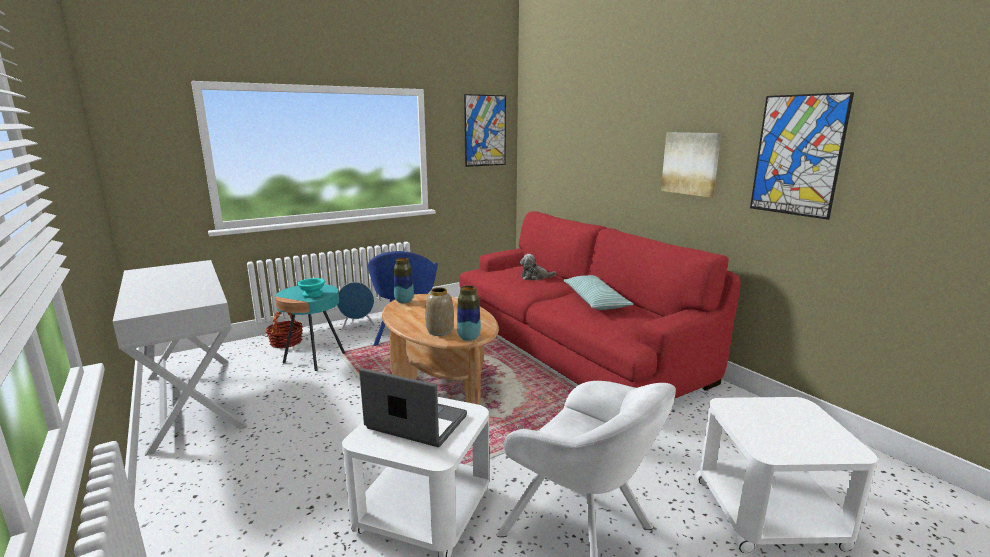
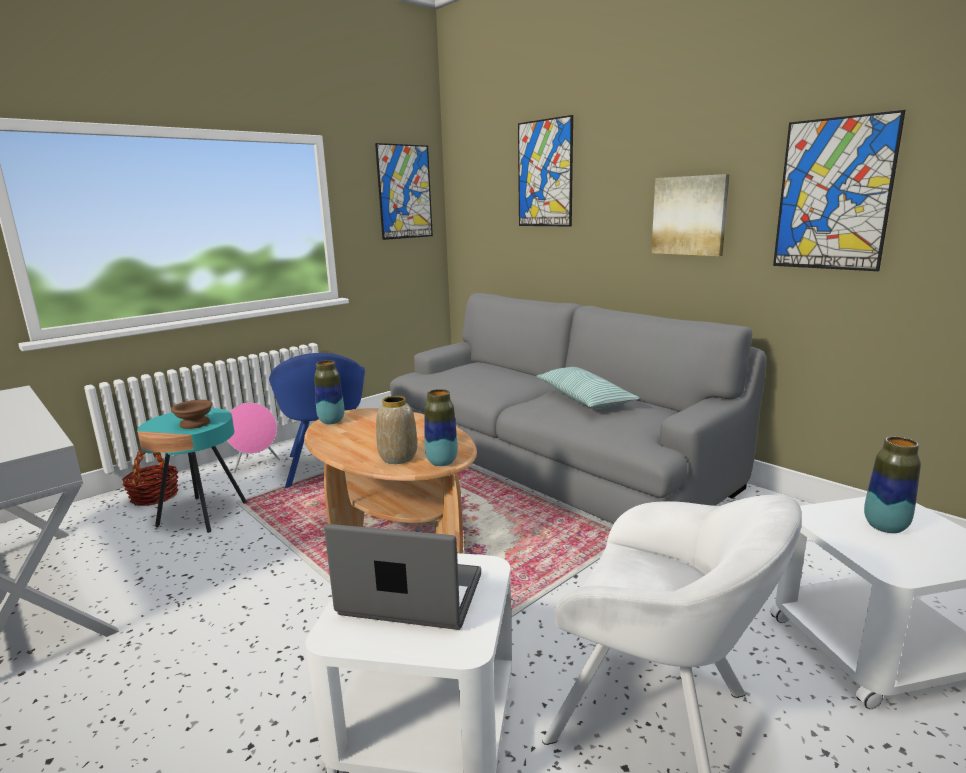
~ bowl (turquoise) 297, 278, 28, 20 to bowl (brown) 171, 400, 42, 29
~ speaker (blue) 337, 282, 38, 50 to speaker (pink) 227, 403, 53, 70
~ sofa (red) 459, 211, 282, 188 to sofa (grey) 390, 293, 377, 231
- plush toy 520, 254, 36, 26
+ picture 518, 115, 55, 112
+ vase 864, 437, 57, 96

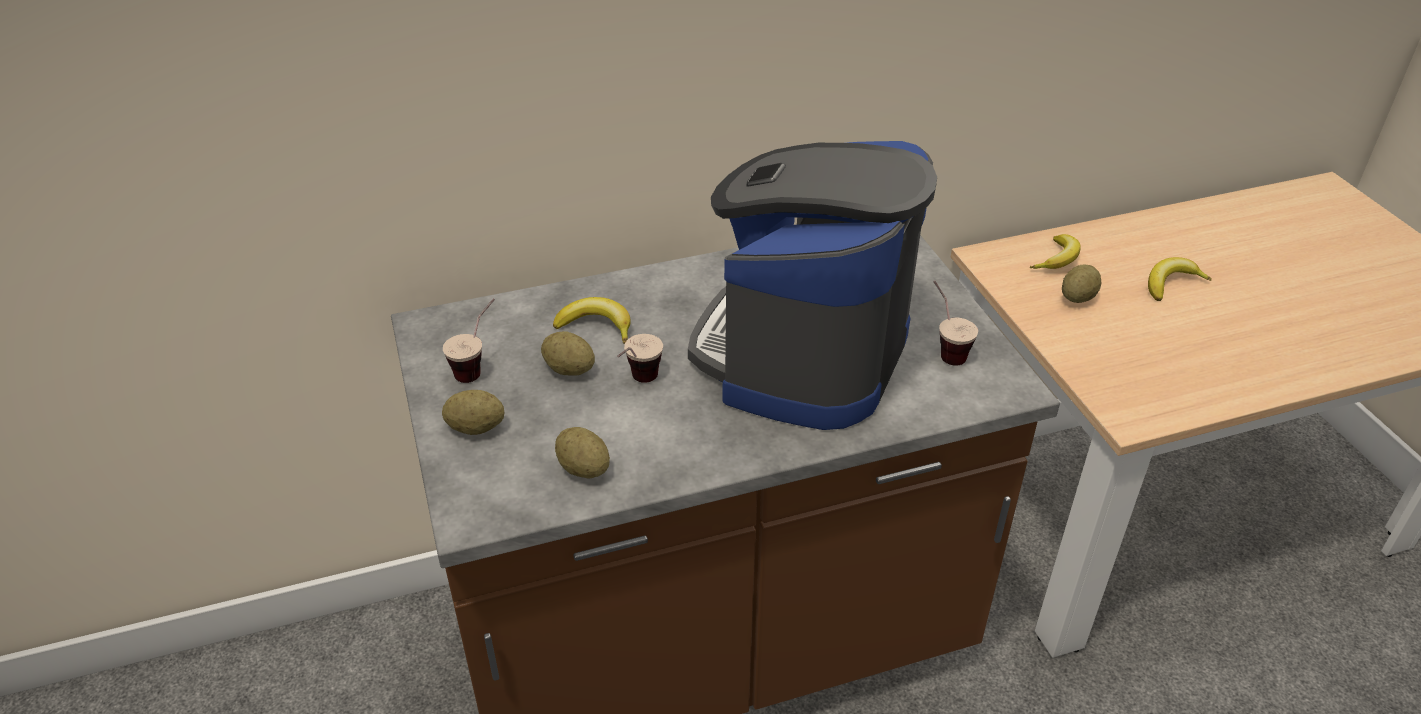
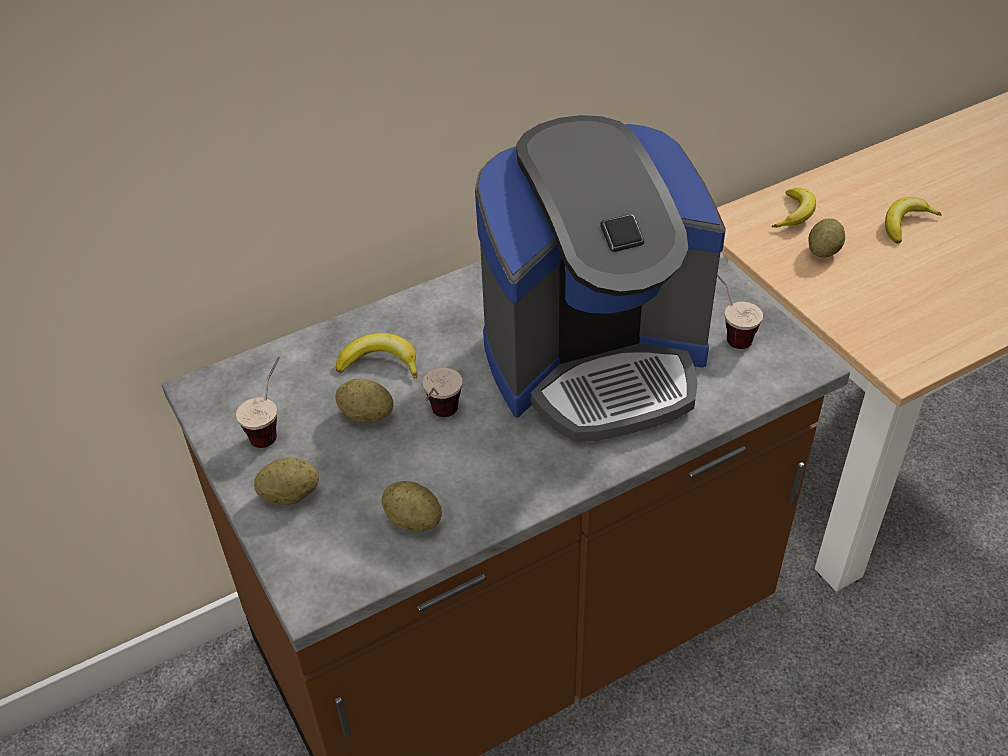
~ coffee machine 688, 141, 249, 289 = 475, 115, 251, 327 120 degrees counterclockwise

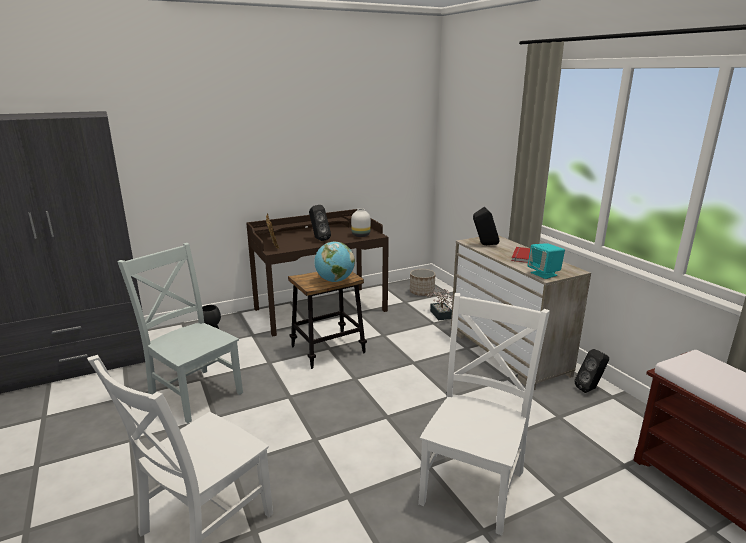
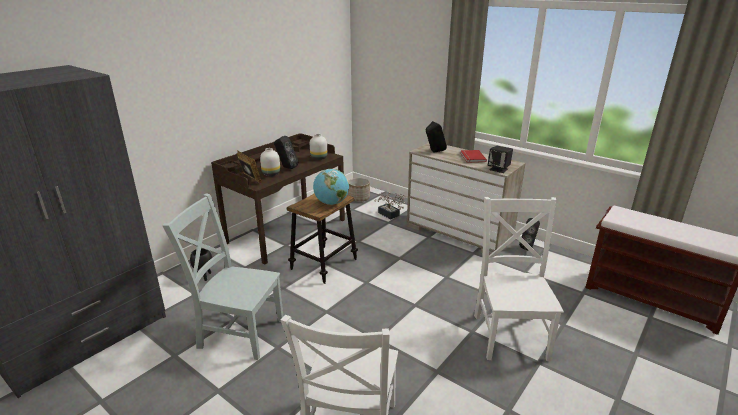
~ speaker (turquoise) 527, 243, 38, 36 to speaker (black) 488, 146, 25, 27
+ vase (white) 260, 148, 20, 28

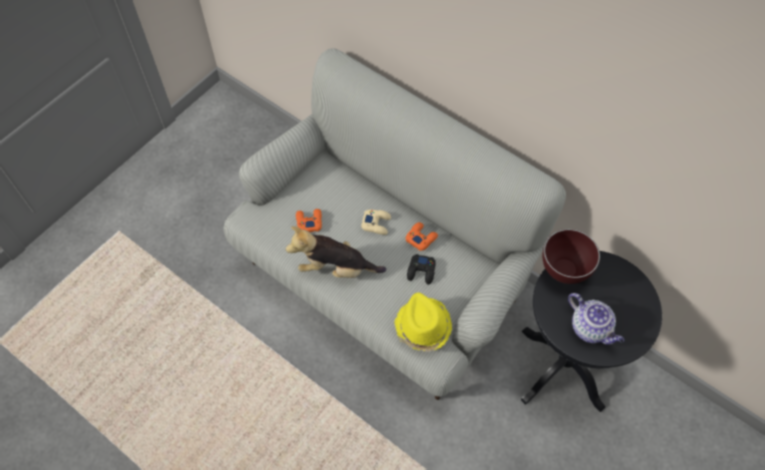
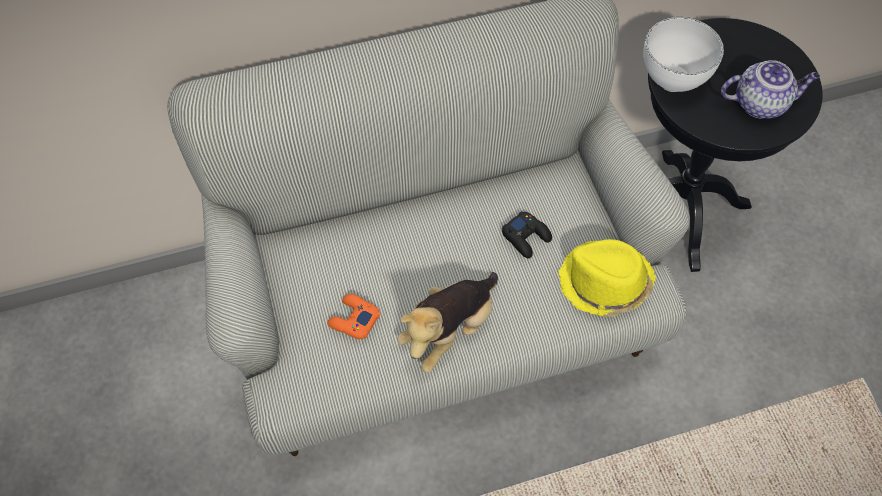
- game controller (beige) 361, 210, 30, 25
- game controller (orange) 406, 222, 32, 29
~ bowl (brown) 542, 229, 58, 55 to bowl (white) 643, 17, 81, 75

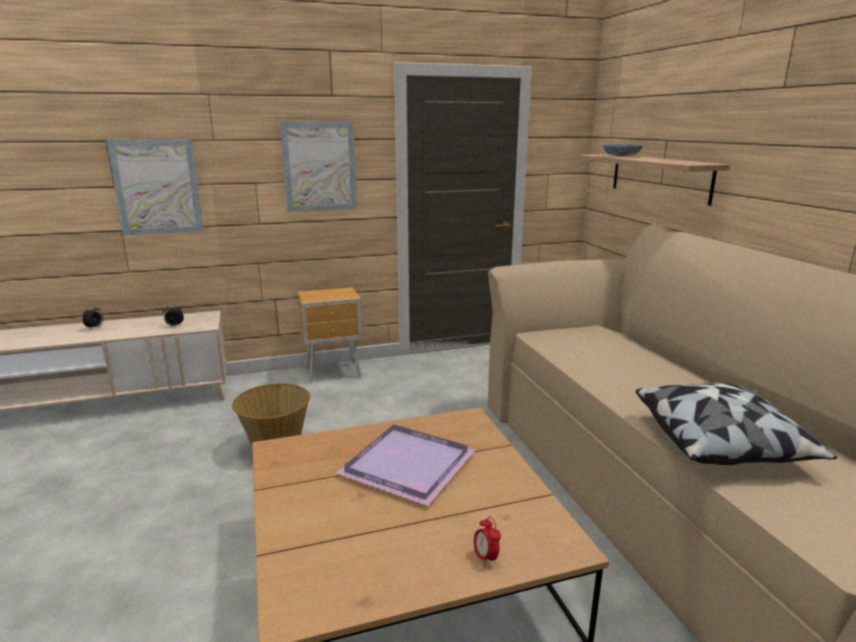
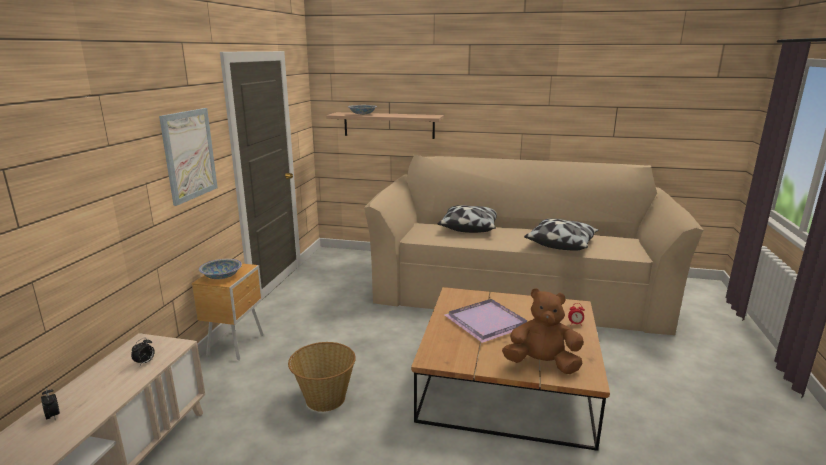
- picture 106, 139, 98, 96
+ bowl 199, 259, 43, 20
+ pillow 438, 205, 59, 28
+ plush toy (brown) 502, 288, 82, 86

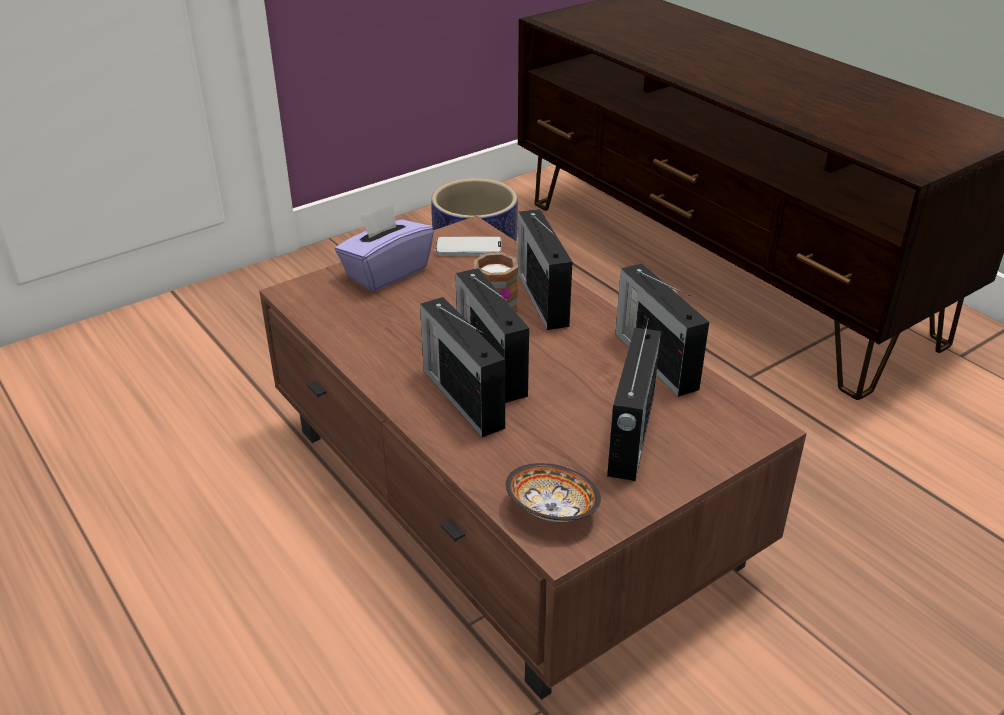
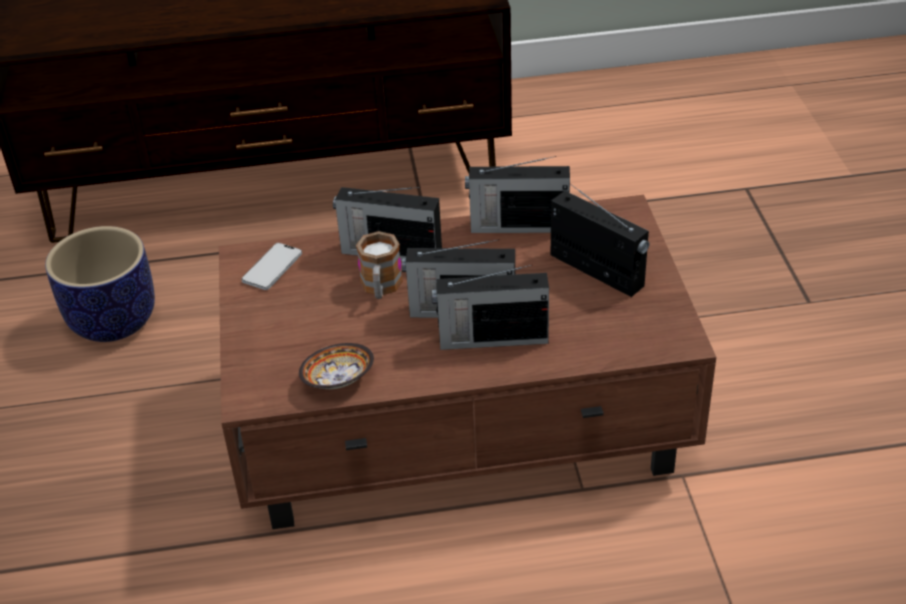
- tissue box (purple) 335, 204, 99, 88
~ bowl 506, 463, 95, 59 to 299, 343, 75, 46

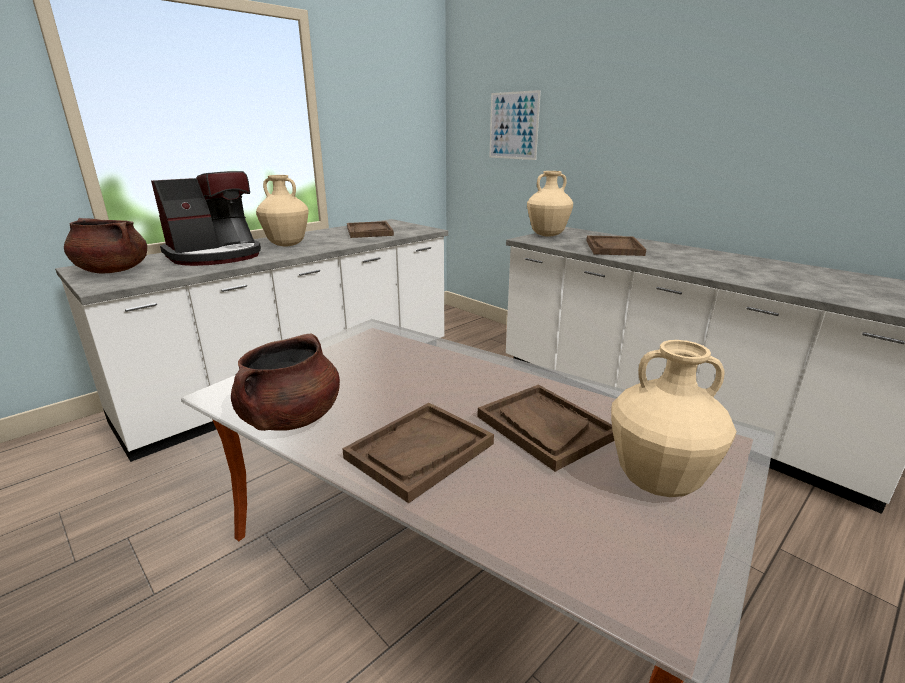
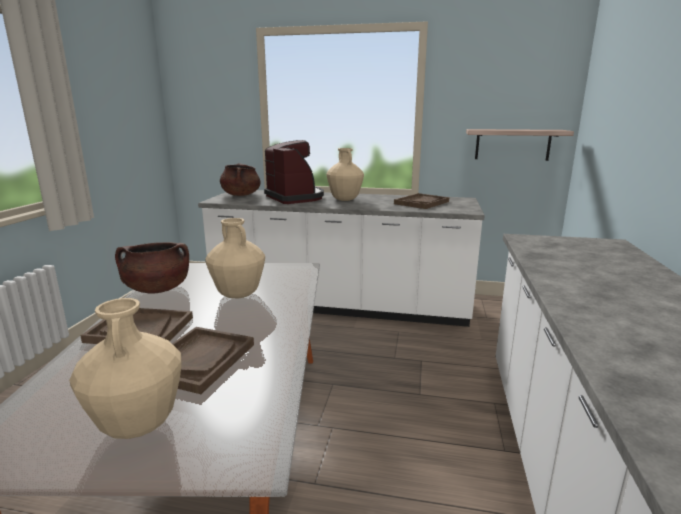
~ coffee machine 151, 171, 110, 95 = 264, 140, 60, 64 135 degrees counterclockwise
- picture 489, 90, 52, 70
~ vase (beige) 527, 171, 46, 66 to 205, 218, 60, 80
- tray (brown) 587, 236, 59, 20
+ shelf 466, 129, 108, 32

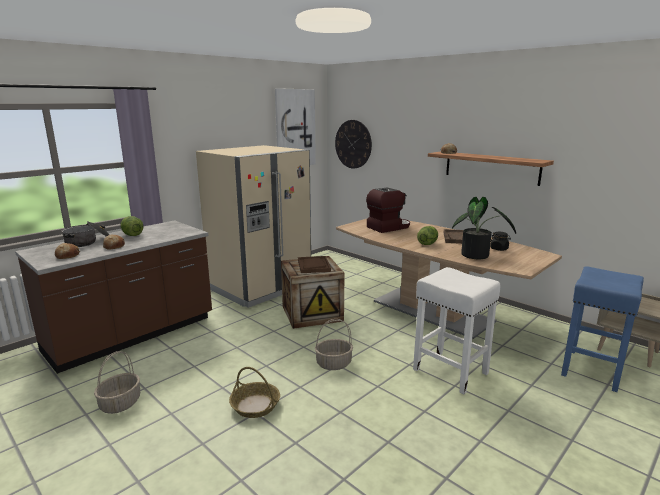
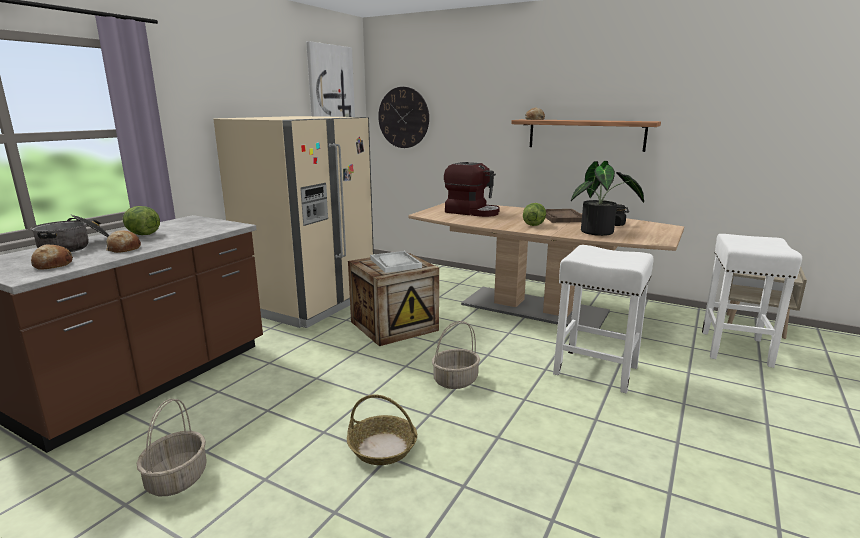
~ tray (brown) 298, 256, 33, 17 to tray (white) 370, 251, 52, 22
~ coffee machine 366, 187, 44, 46 = 444, 162, 56, 55 75 degrees clockwise
~ stool (blue) 561, 266, 83, 126 to stool (white) 702, 234, 100, 134

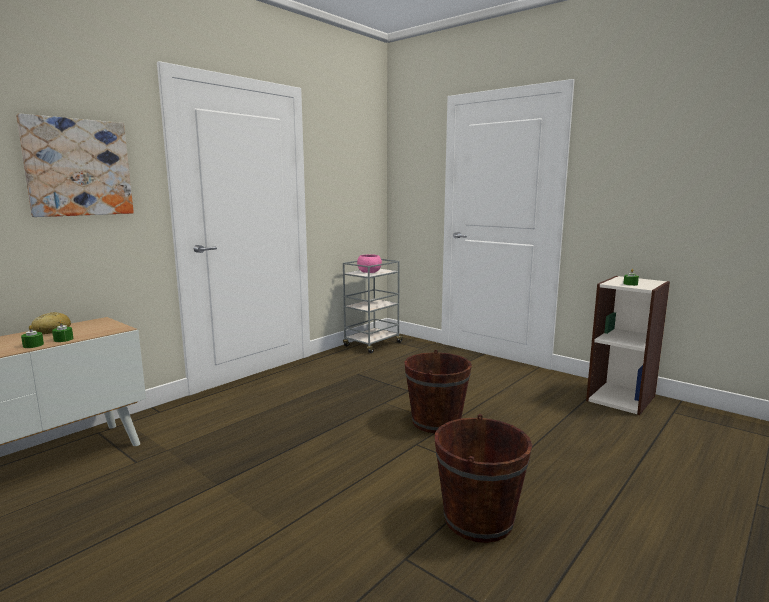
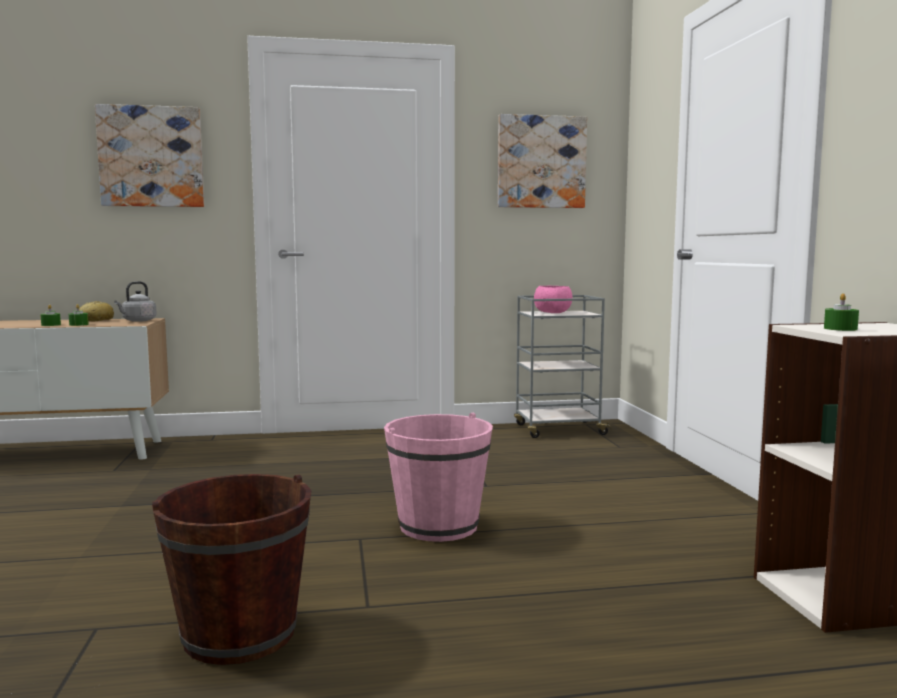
~ bucket (brown) 405, 350, 67, 83 to bucket (pink) 384, 412, 109, 130
+ kettle (grey) 114, 281, 43, 41
+ picture 498, 114, 89, 94

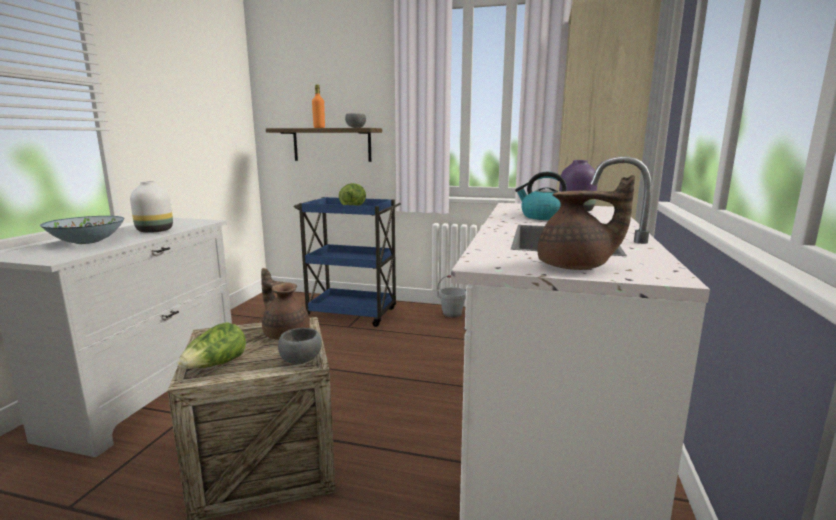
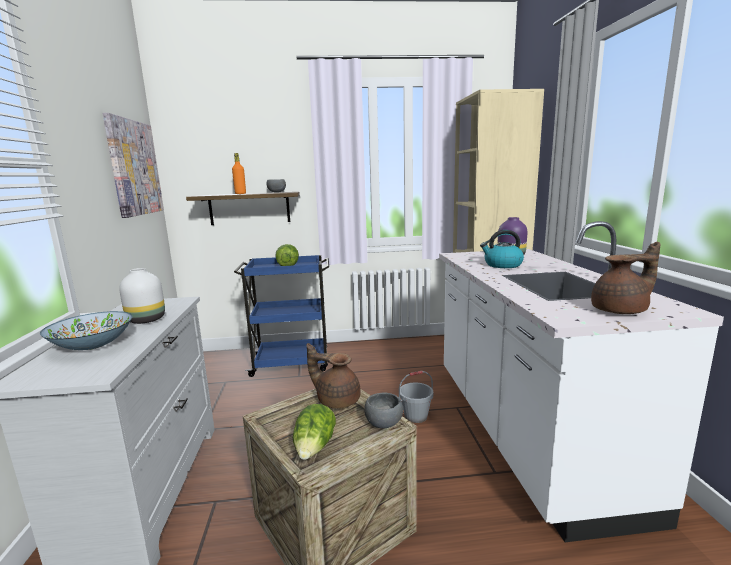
~ bucket (grey) 437, 275, 31, 43 to 399, 371, 34, 52
+ picture 103, 113, 61, 105

